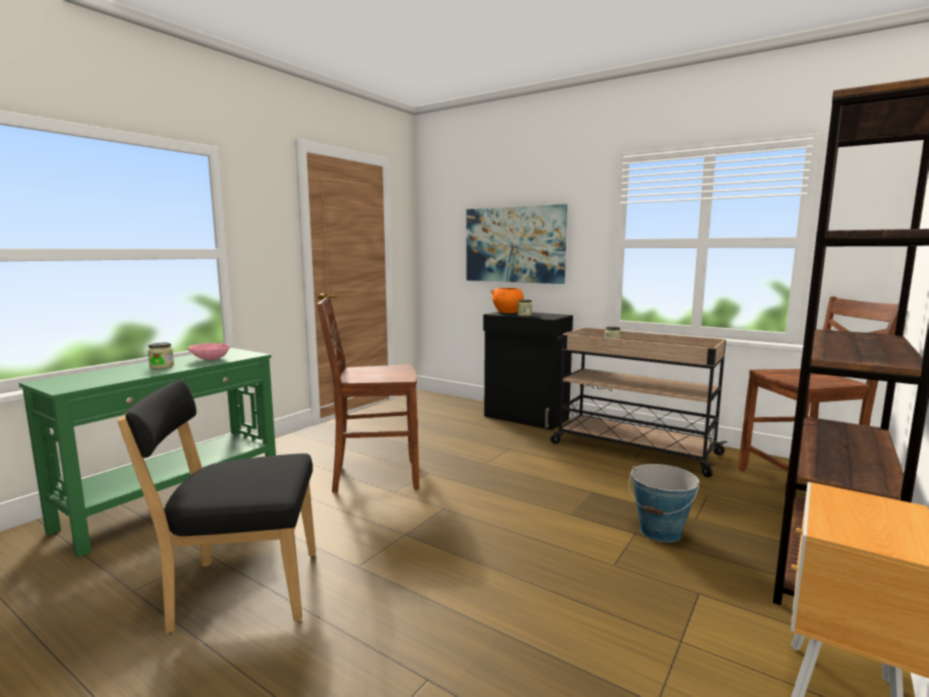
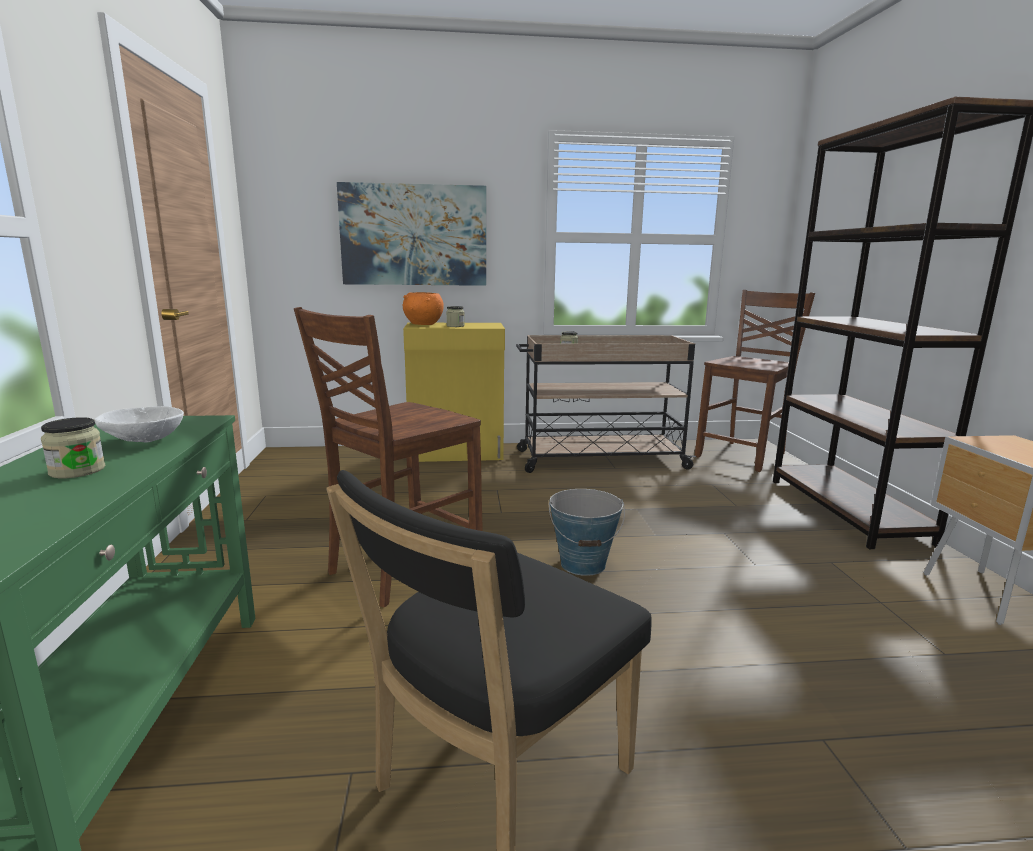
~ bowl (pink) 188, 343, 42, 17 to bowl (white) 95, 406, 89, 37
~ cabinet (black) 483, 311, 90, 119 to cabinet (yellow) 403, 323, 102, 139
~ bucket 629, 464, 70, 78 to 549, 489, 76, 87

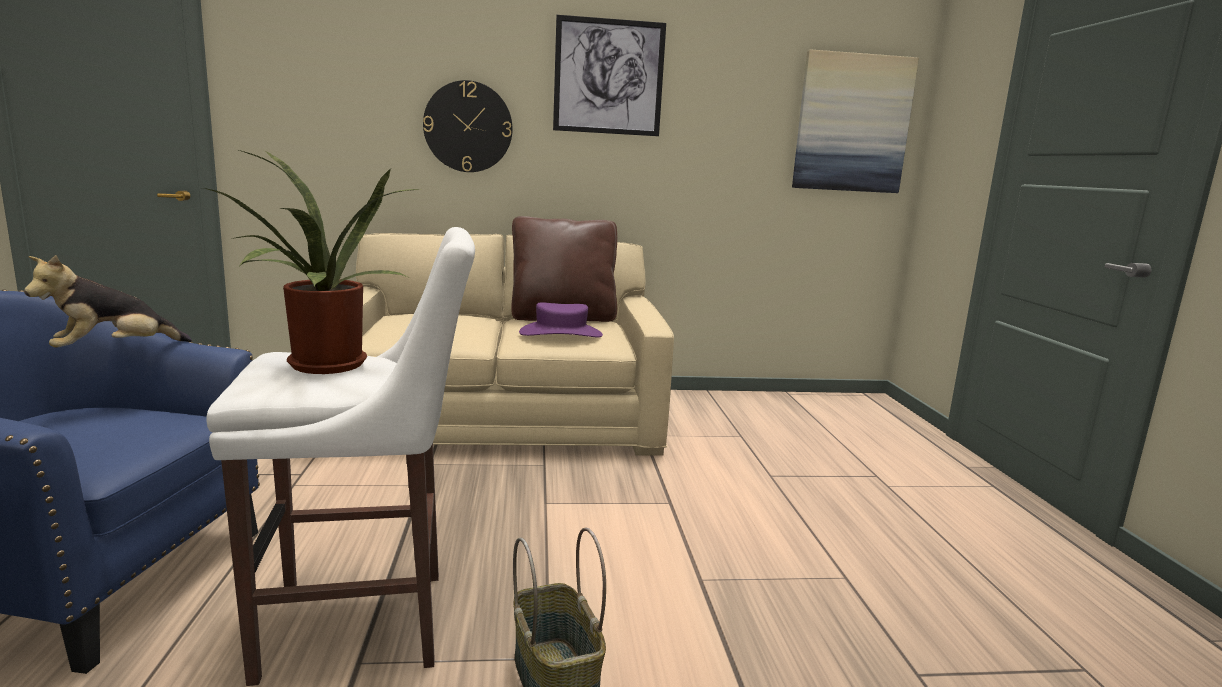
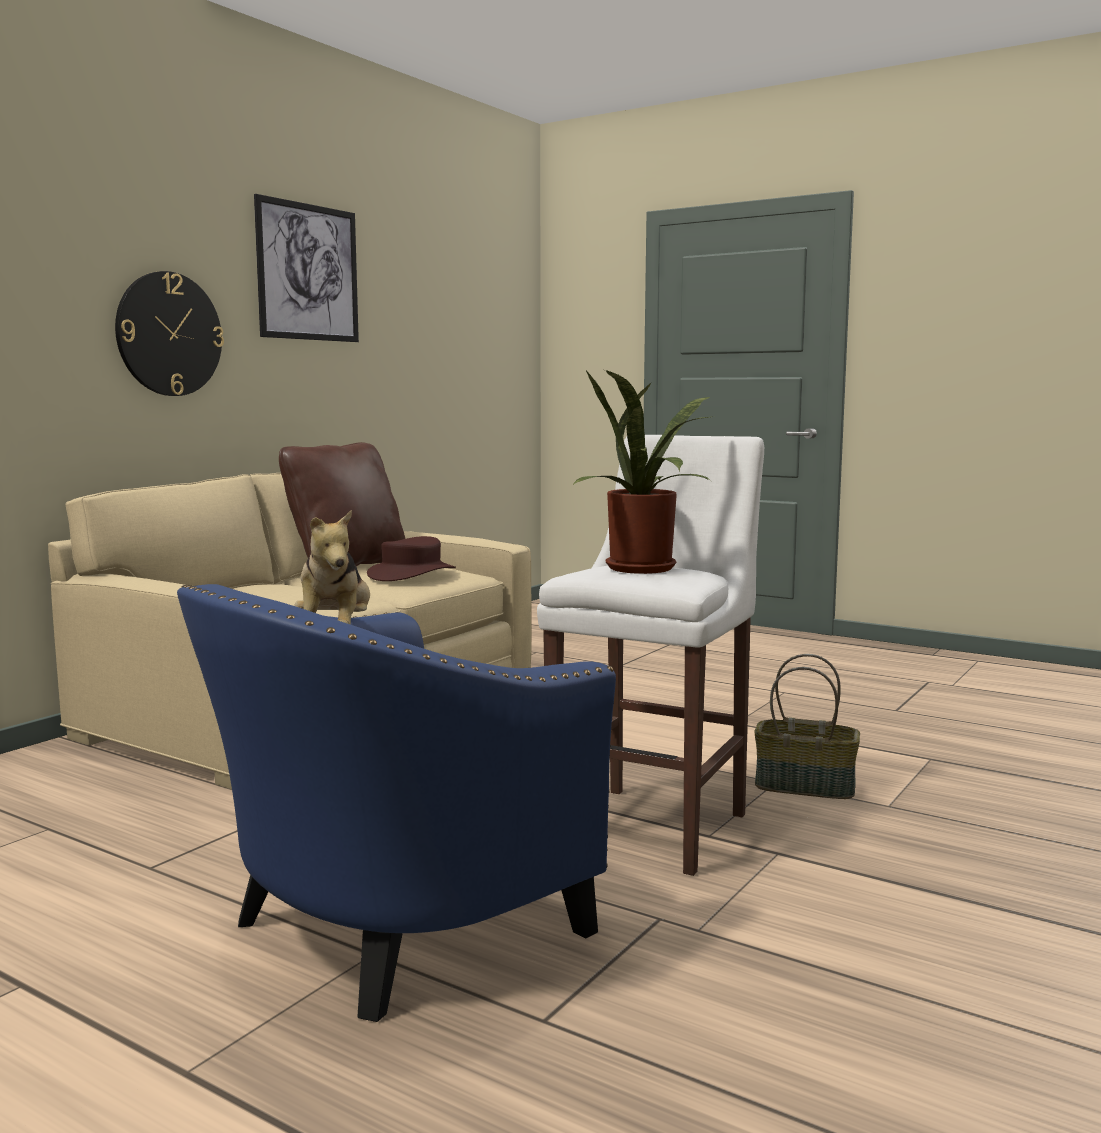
~ hat (purple) 519, 302, 84, 35 to hat (brown) 367, 536, 89, 45
- picture 792, 50, 127, 143

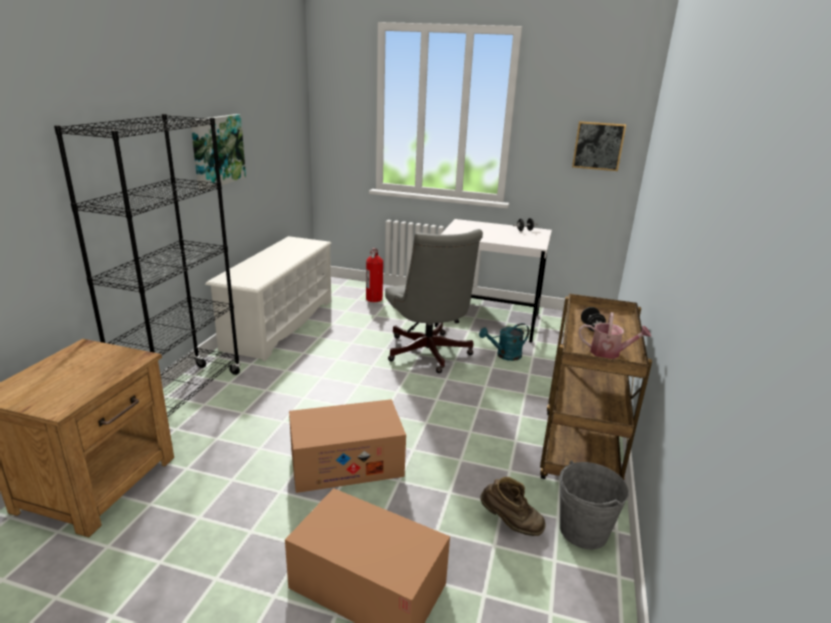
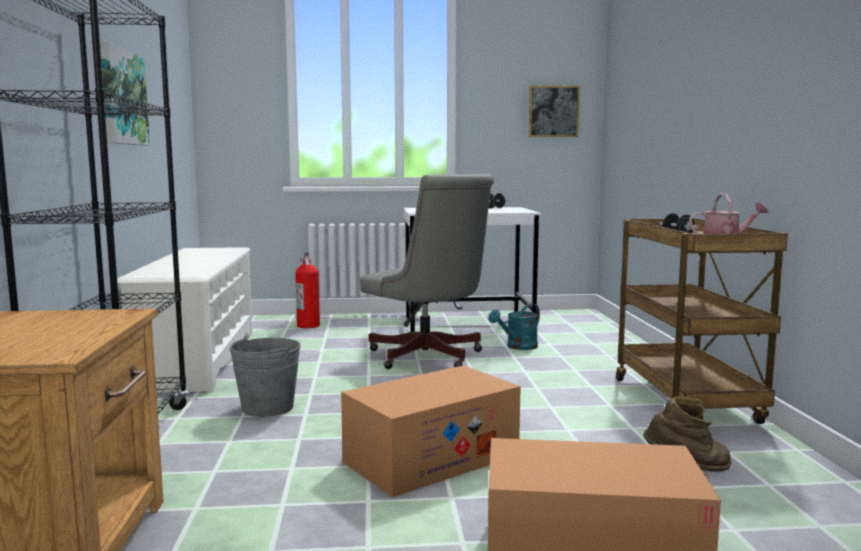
~ bucket (grey) 559, 461, 70, 88 to 230, 336, 71, 81

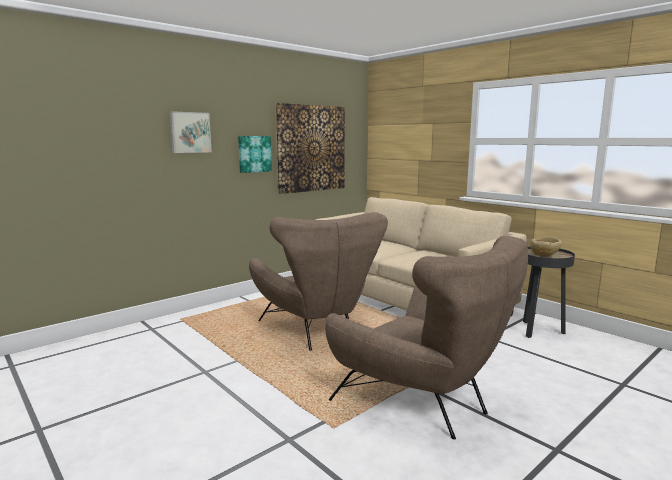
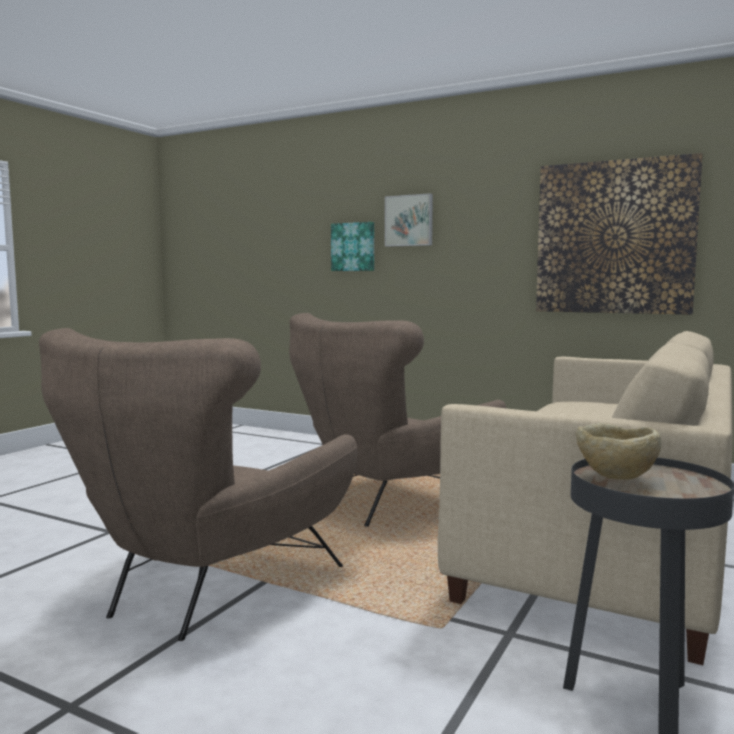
~ picture 238, 136, 34, 37 to 331, 222, 43, 49

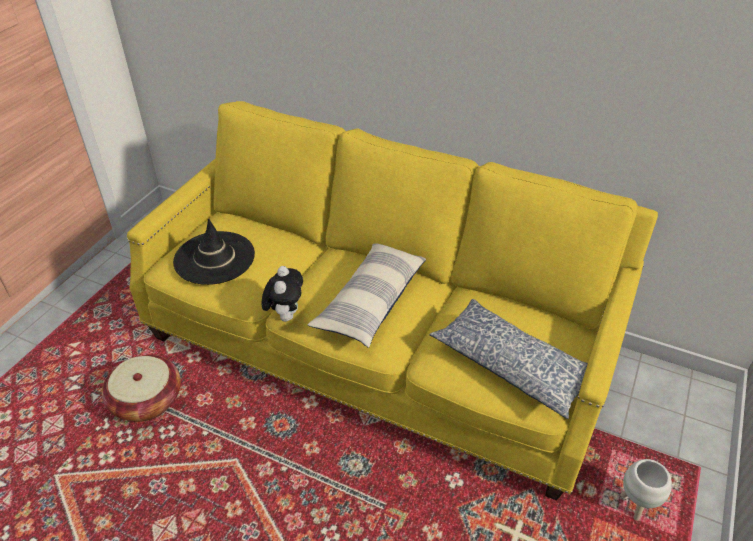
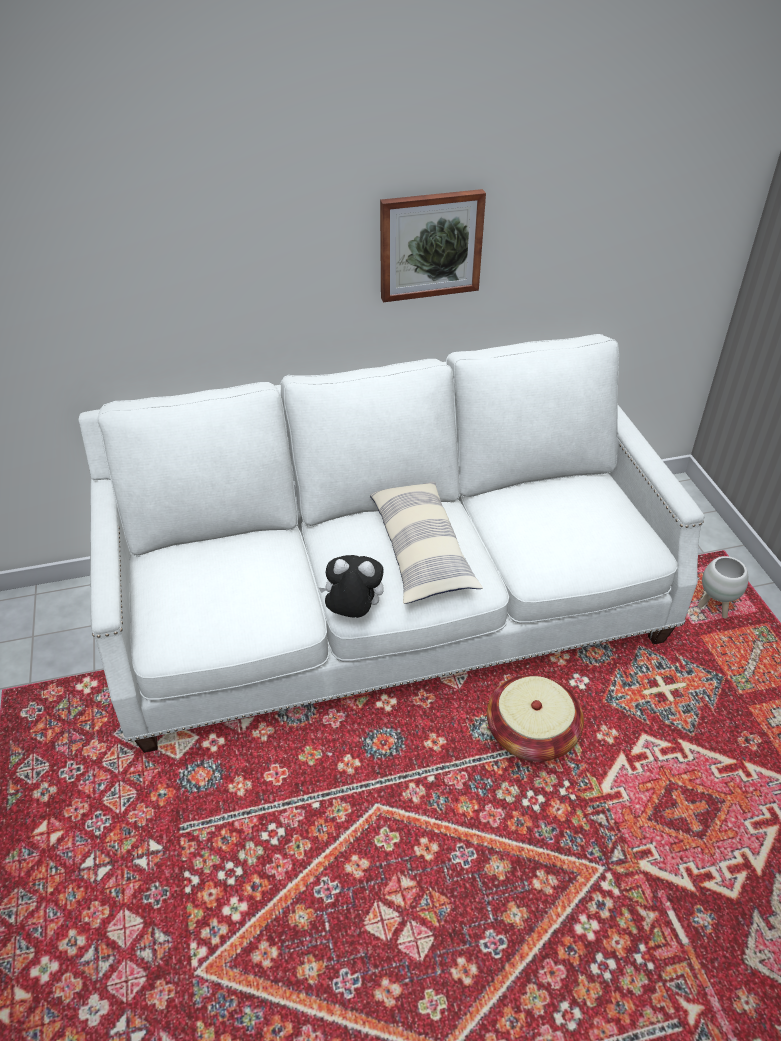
~ basket 102, 355, 79, 66 to 487, 675, 97, 87
~ sofa (yellow) 127, 101, 531, 400 to sofa (white) 78, 334, 626, 419
- hat (black) 173, 218, 82, 67
~ plush toy 262, 266, 41, 56 = 319, 555, 65, 63 45 degrees counterclockwise
- pillow 430, 299, 158, 120
+ picture 380, 189, 106, 113

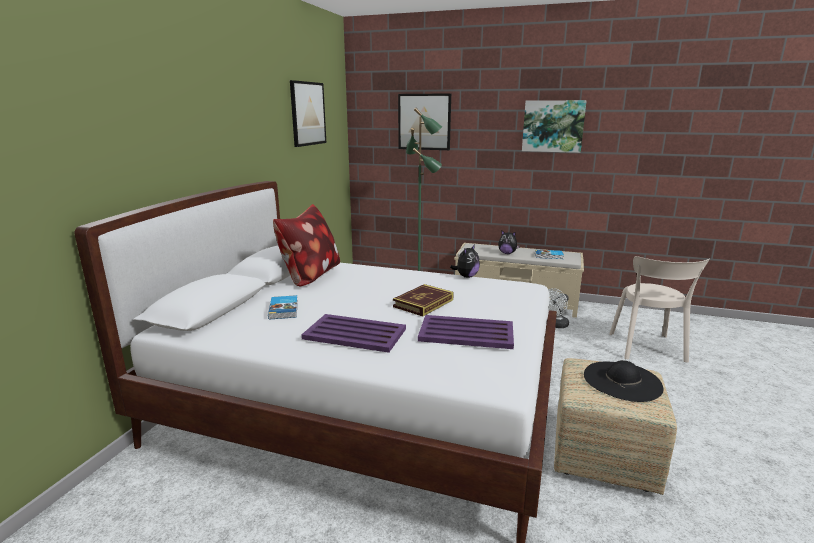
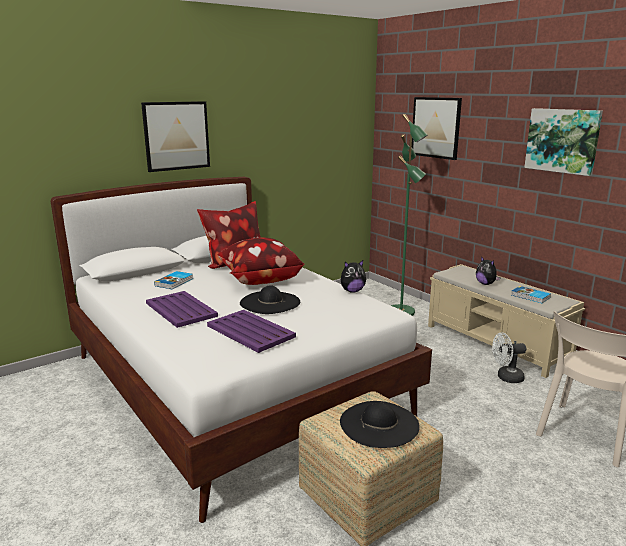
~ picture 290, 80, 36, 67 to 141, 101, 69, 71
~ book 393, 284, 61, 33 to hat (black) 240, 285, 60, 29
+ pillow 217, 238, 87, 47

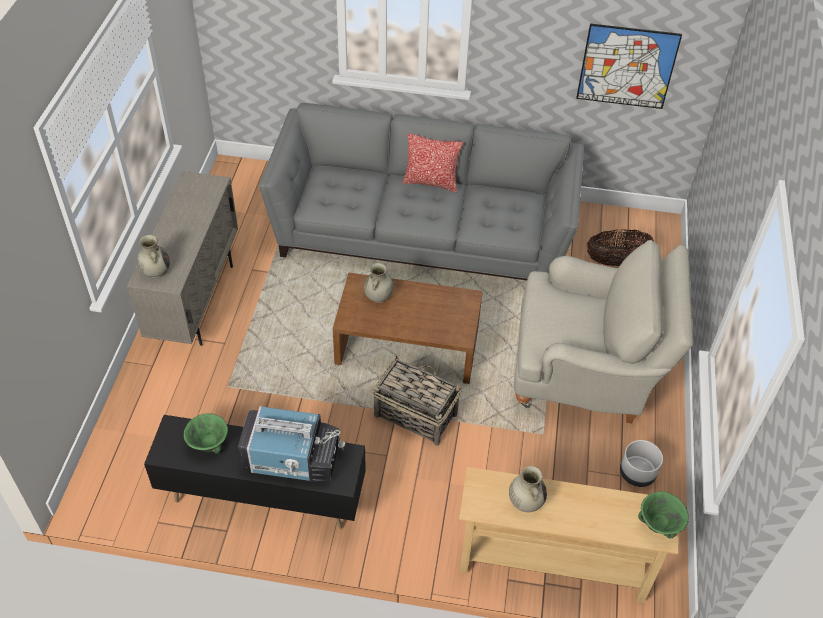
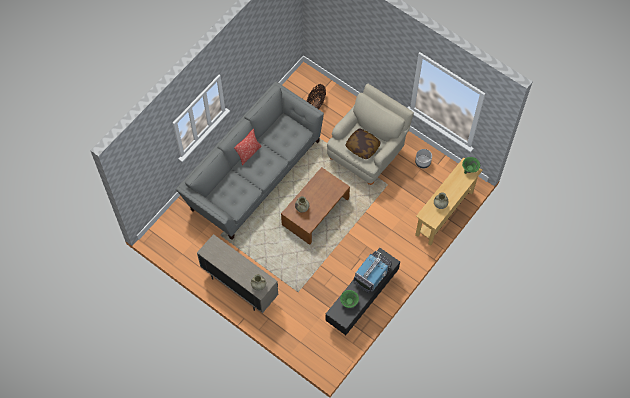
- basket 373, 355, 89, 91
- picture 576, 24, 106, 85
+ pillow 345, 128, 36, 31

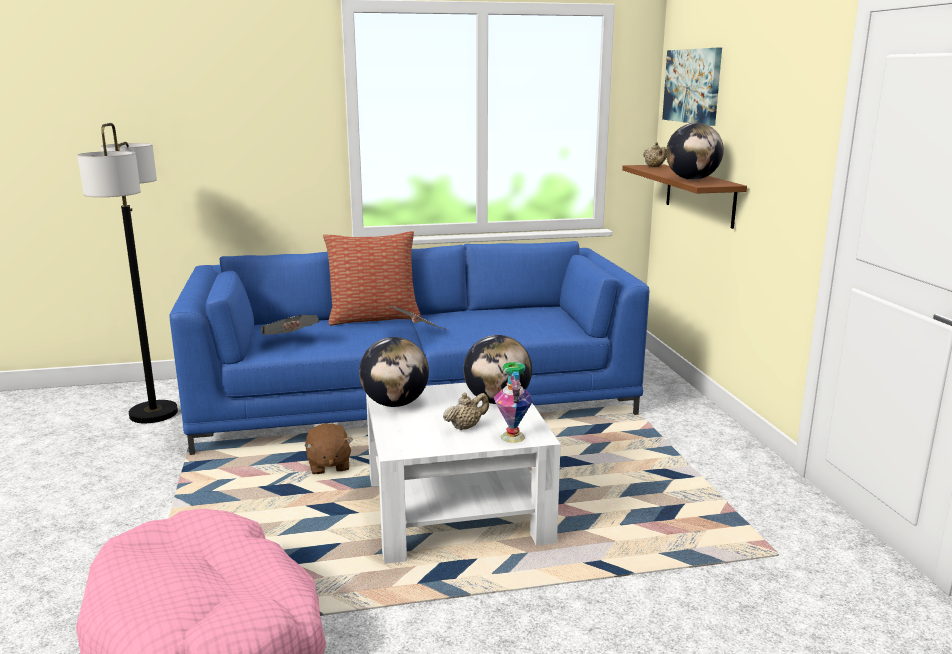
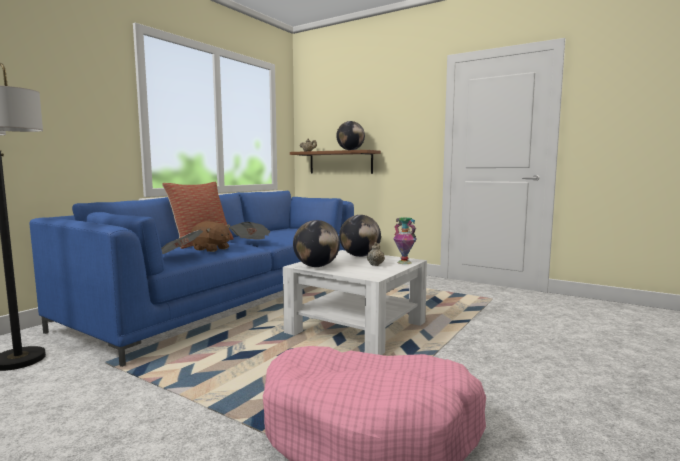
~ plush toy (brown) 304, 423, 49, 51 to 191, 221, 39, 31
- picture 662, 48, 60, 78

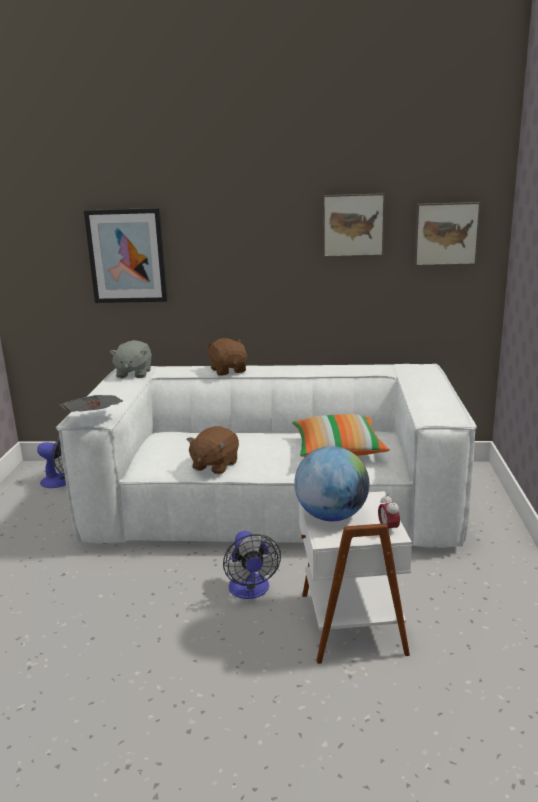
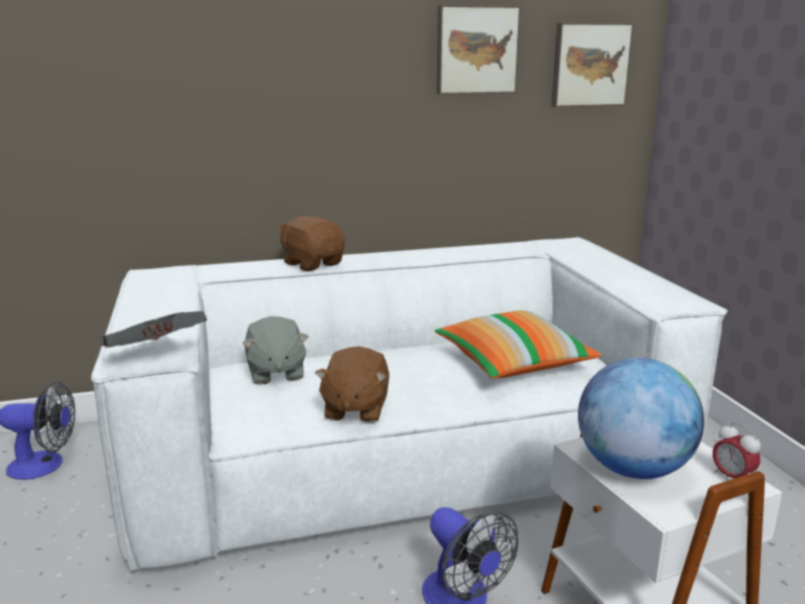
- picture 84, 208, 84, 95
~ plush toy (grey) 109, 340, 43, 38 to 242, 316, 67, 68

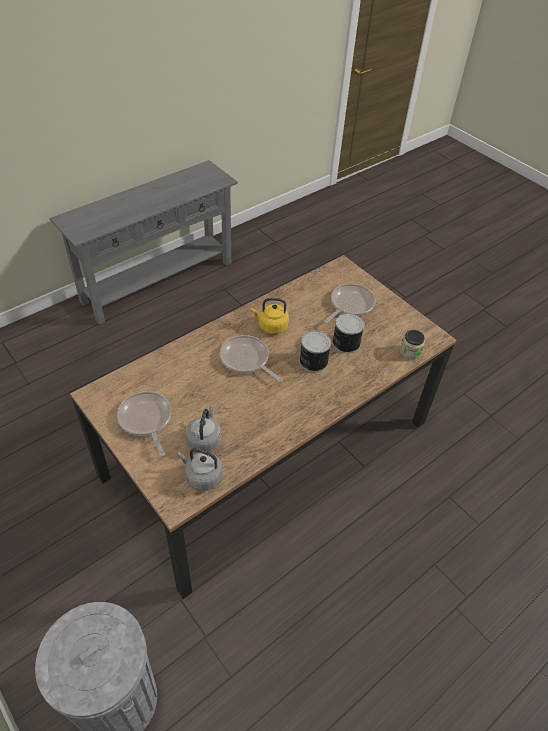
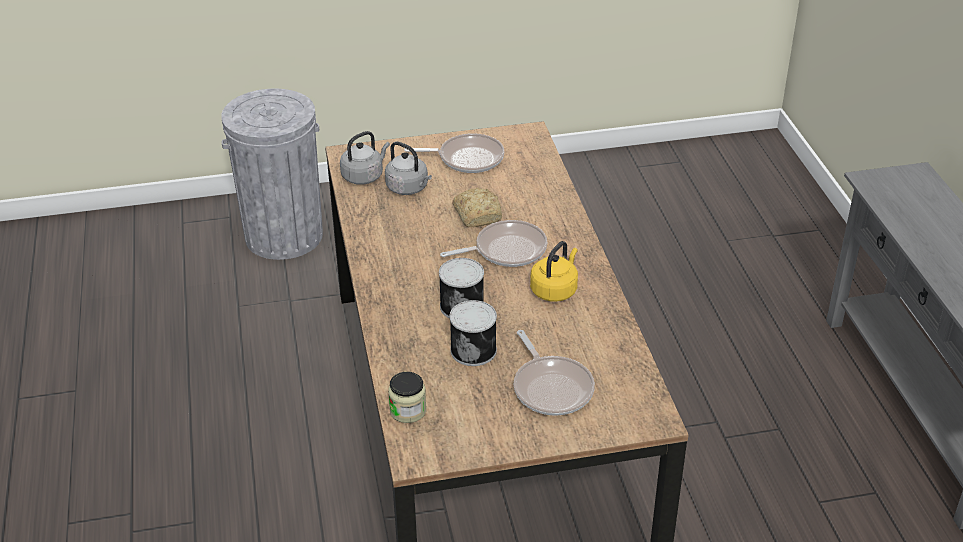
+ bread 452, 188, 50, 39

